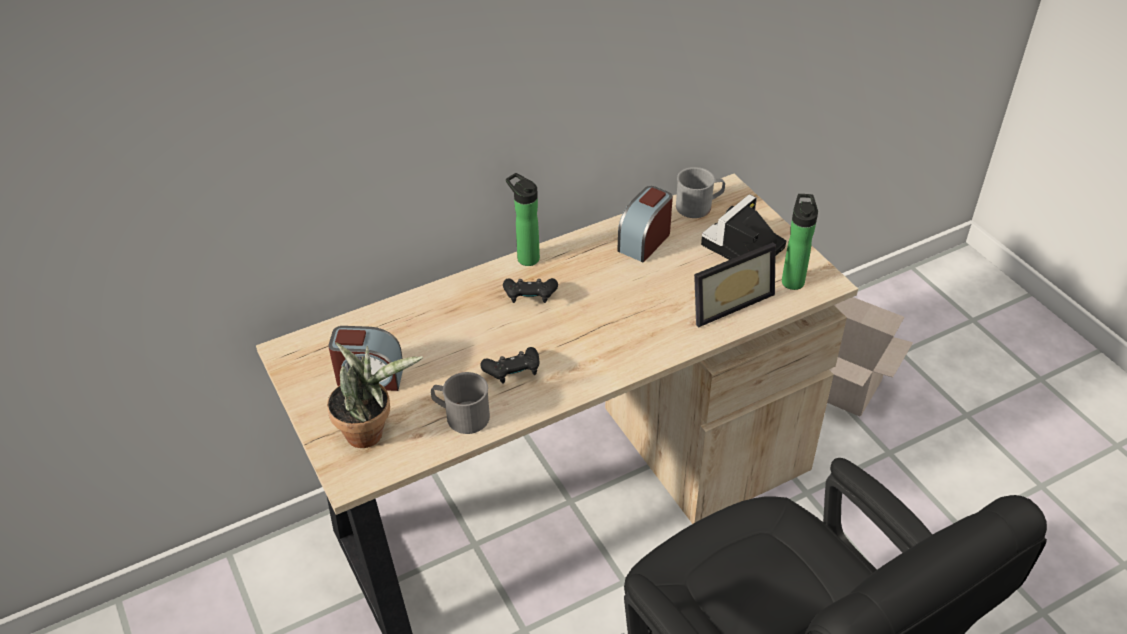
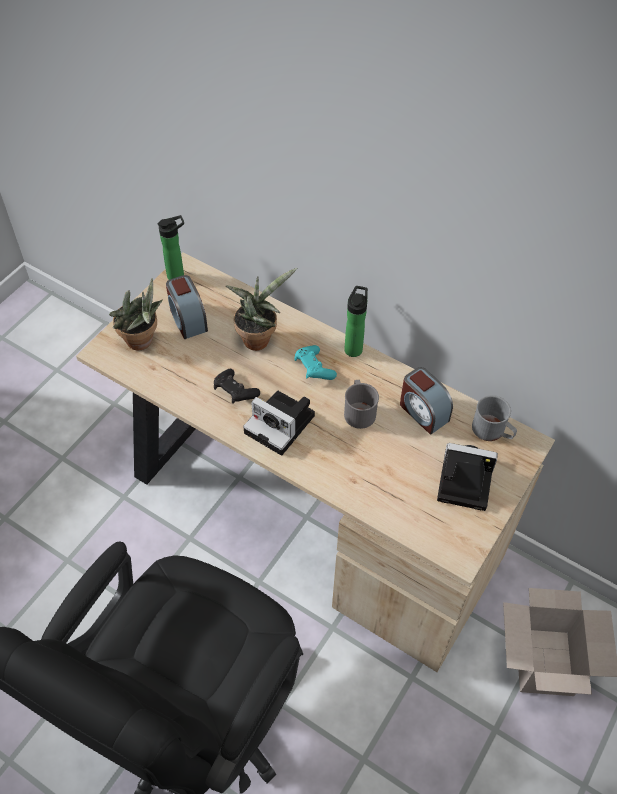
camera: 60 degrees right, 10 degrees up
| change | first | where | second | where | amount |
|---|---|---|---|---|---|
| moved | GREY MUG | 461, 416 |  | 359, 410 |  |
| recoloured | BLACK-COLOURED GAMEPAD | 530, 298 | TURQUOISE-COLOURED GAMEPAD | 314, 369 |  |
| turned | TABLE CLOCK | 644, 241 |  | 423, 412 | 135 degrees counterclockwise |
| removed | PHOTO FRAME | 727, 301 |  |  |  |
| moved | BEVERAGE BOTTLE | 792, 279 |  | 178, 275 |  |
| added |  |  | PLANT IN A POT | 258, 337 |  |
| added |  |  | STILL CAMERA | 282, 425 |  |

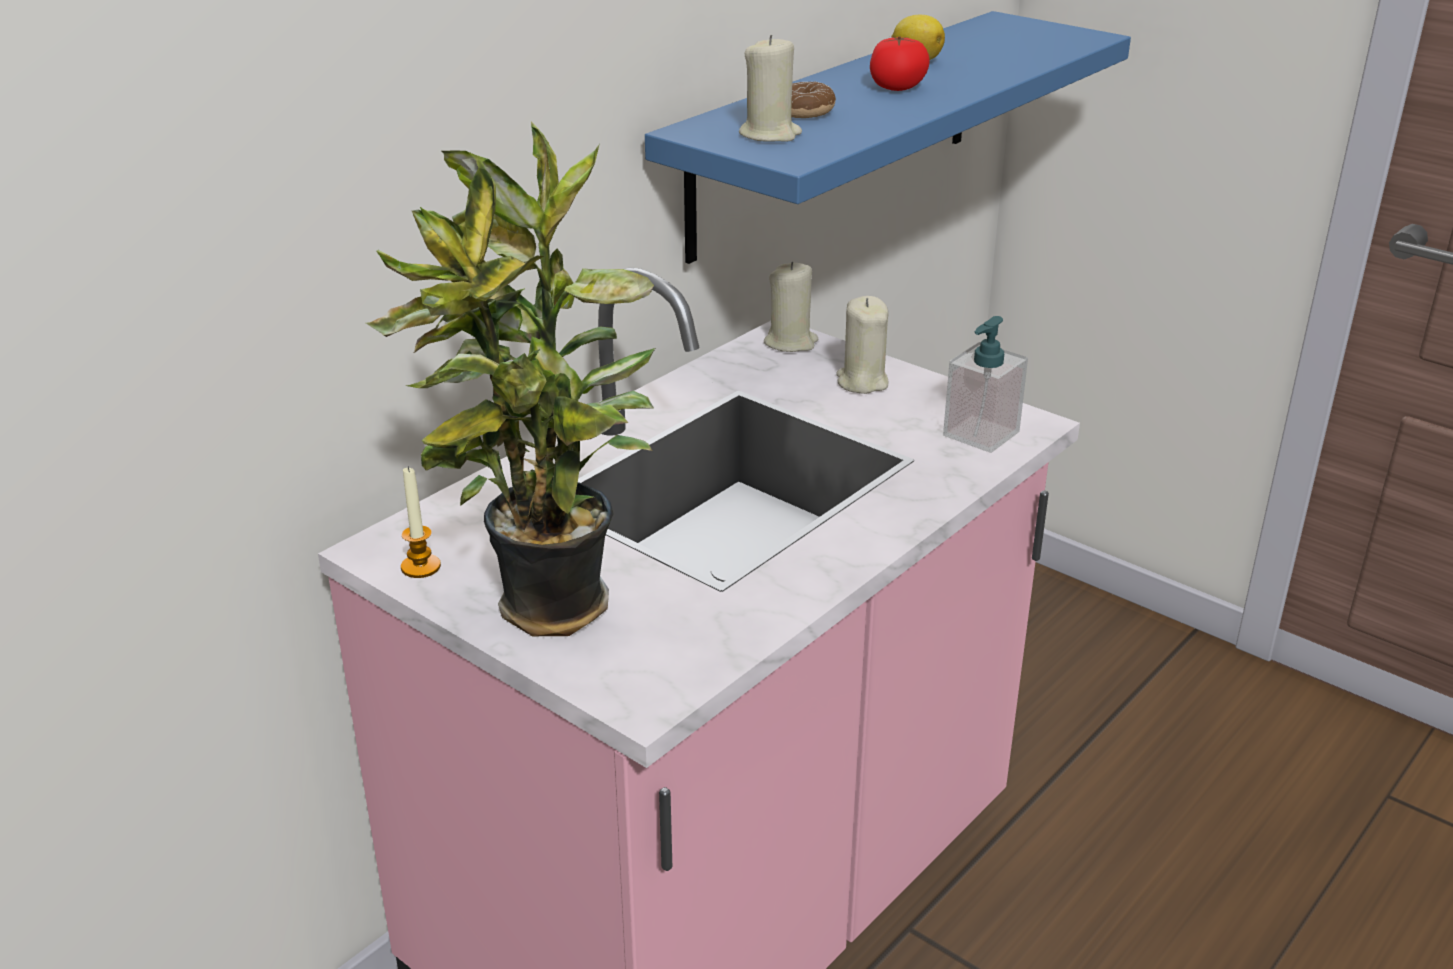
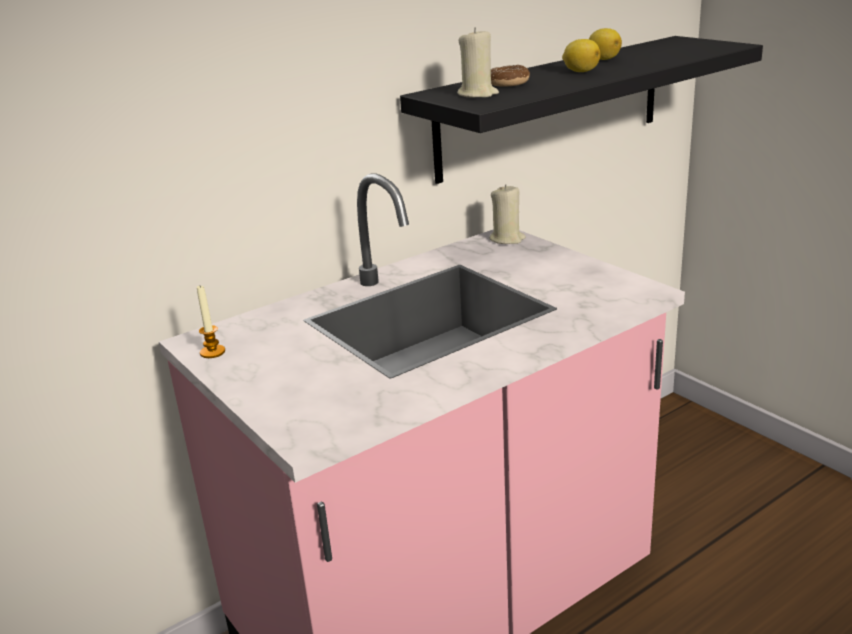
camera: 15 degrees right, 5 degrees down
| change | first | where | second | where | amount |
|---|---|---|---|---|---|
| removed | PLANT IN A POT | 547, 613 |  |  |  |
| recoloured | BLUE BRACKET SHELF | 837, 131 | BLACK-COLOURED BRACKET SHELF | 552, 106 |  |
| removed | SAND-COLOURED WAX CANDLE | 862, 382 |  |  |  |
| replaced | TOMATO | 897, 87 | CITRUS FRUIT | 580, 71 |  |
| removed | SOAP BOTTLE | 980, 434 |  |  |  |

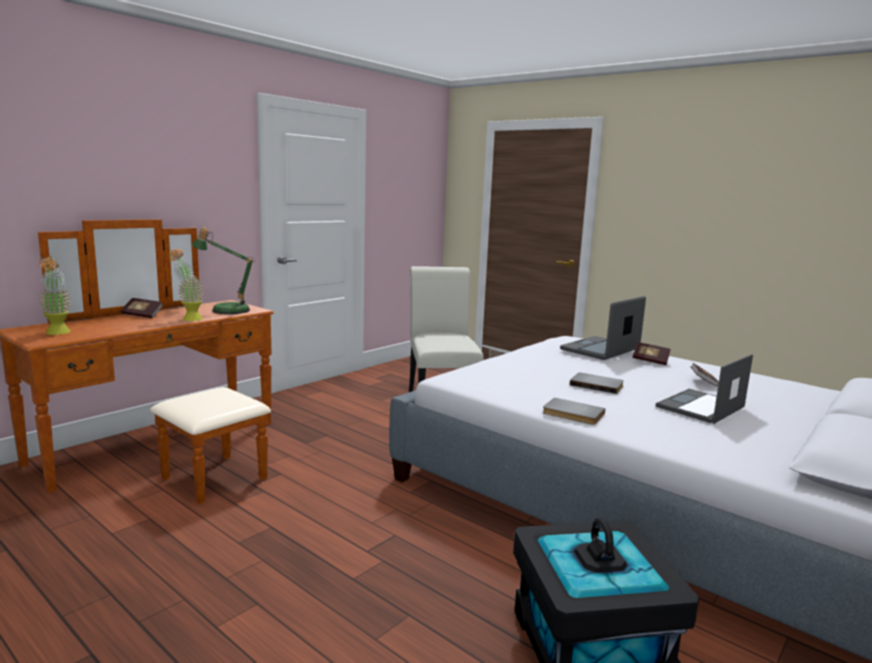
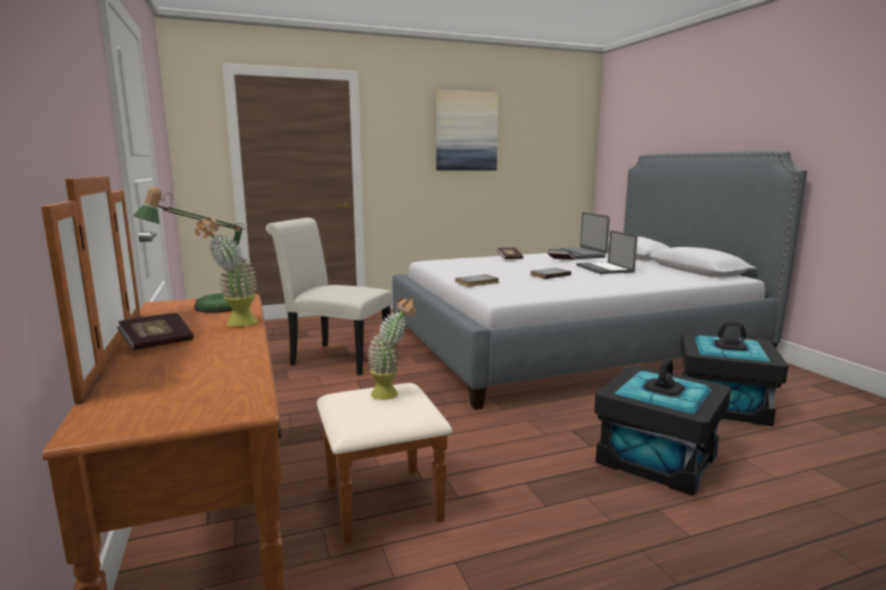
camera: 60 degrees left, 0 degrees up
| change | first | where | second | where | amount |
|---|---|---|---|---|---|
| moved | PLANT IN A POT | 58, 333 |  | 392, 394 |  |
| moved | GREY BOOK | 572, 414 |  | 478, 282 |  |
| moved | LAPTOP | 601, 350 |  | 577, 254 |  |
| added |  |  | PICTURE | 466, 131 |  |
| added |  |  | BLACK-COLOURED STORAGE BIN | 656, 458 |  |

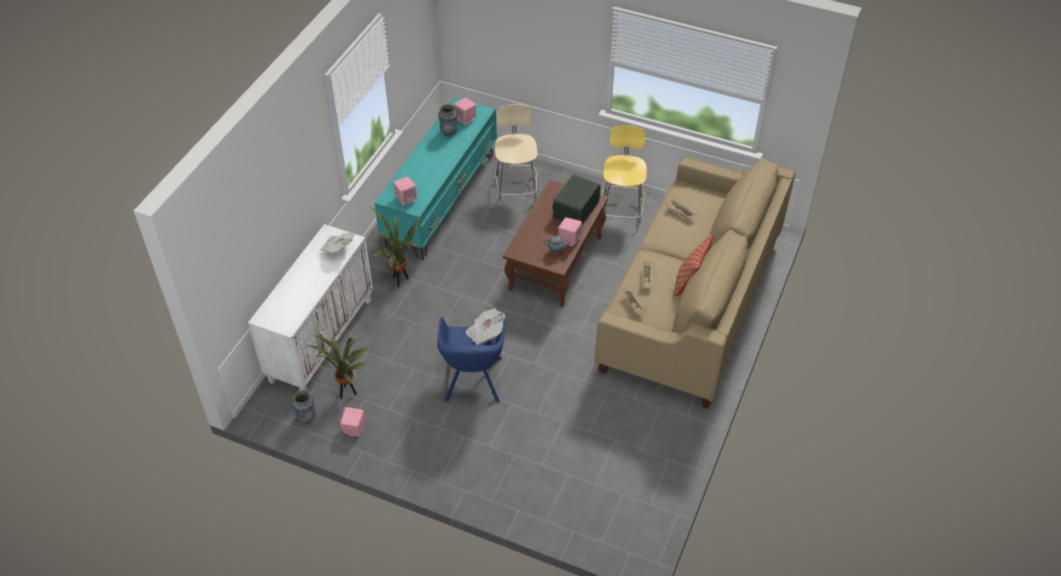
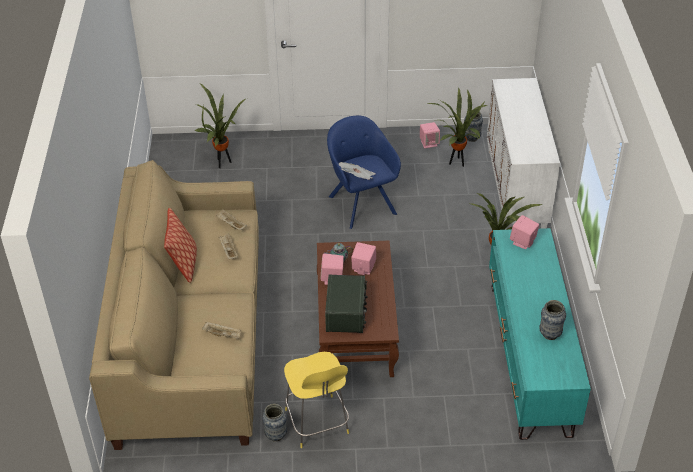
camera: 155 degrees right, 5 degrees down
| change | first | where | second | where | amount |
|---|---|---|---|---|---|
| removed | DAILY PAPER | 338, 248 |  |  |  |
| moved | PINK LOUDSPEAKER | 465, 119 |  | 363, 268 |  |
| removed | SAND-COLOURED STOOL SEAT | 516, 189 |  |  |  |
| added |  |  | PLANT IN A POT | 222, 162 |  |
| added |  |  | VASE | 276, 435 |  |

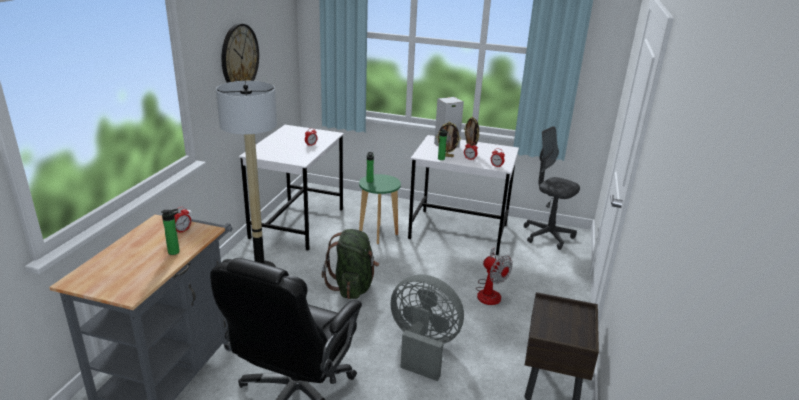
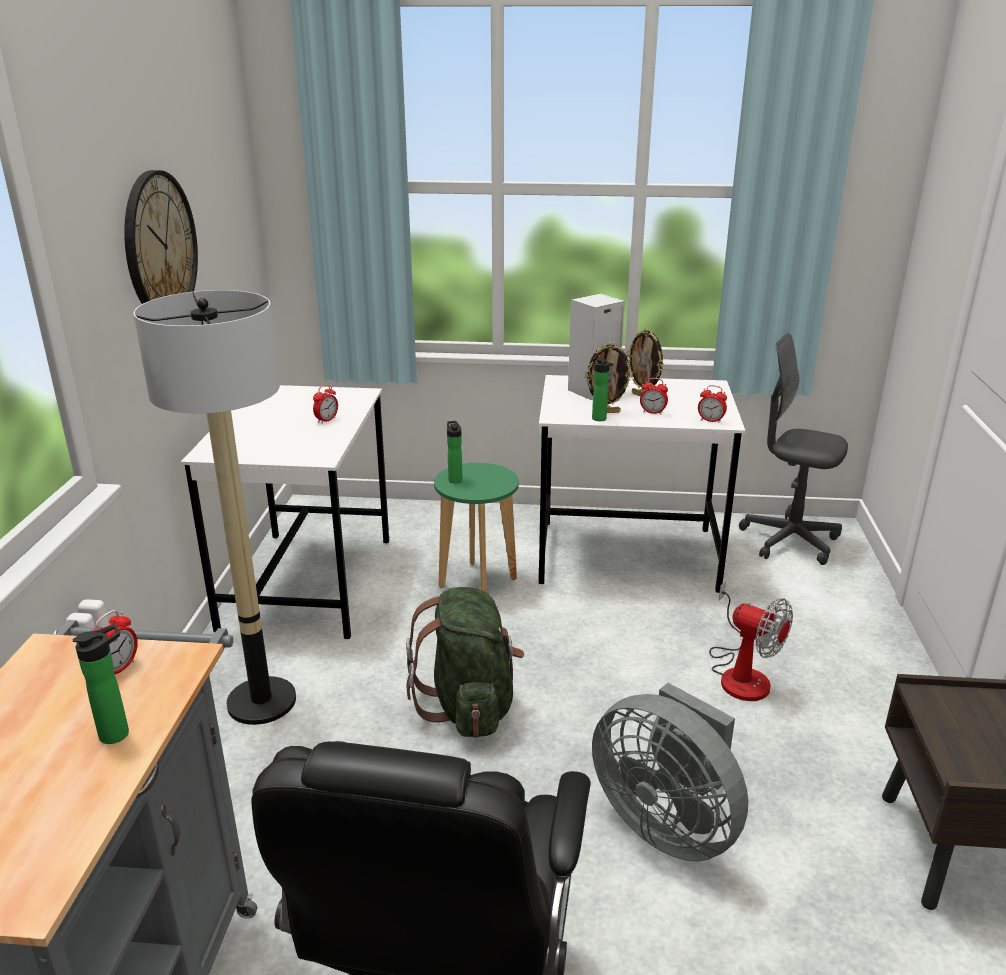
camera: 10 degrees left, 0 degrees up
| change | first | where | second | where | amount |
|---|---|---|---|---|---|
| turned | GREY FAN | 422, 347 |  | 667, 823 | 150 degrees counterclockwise |

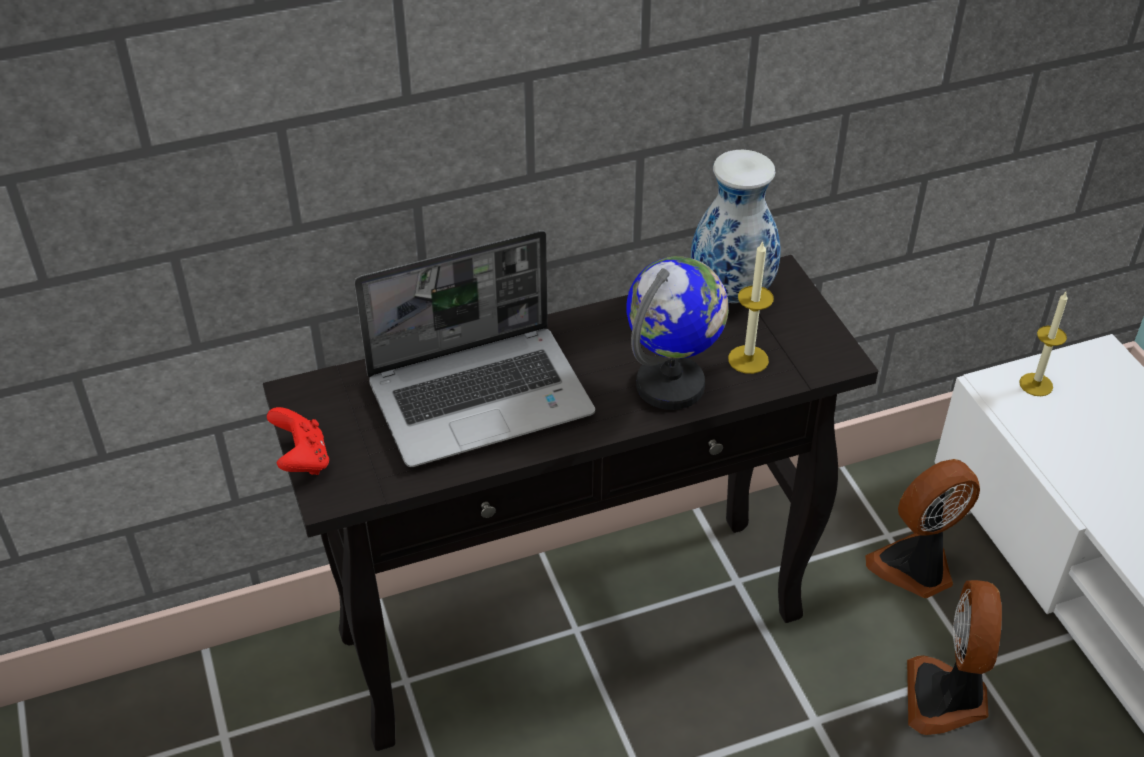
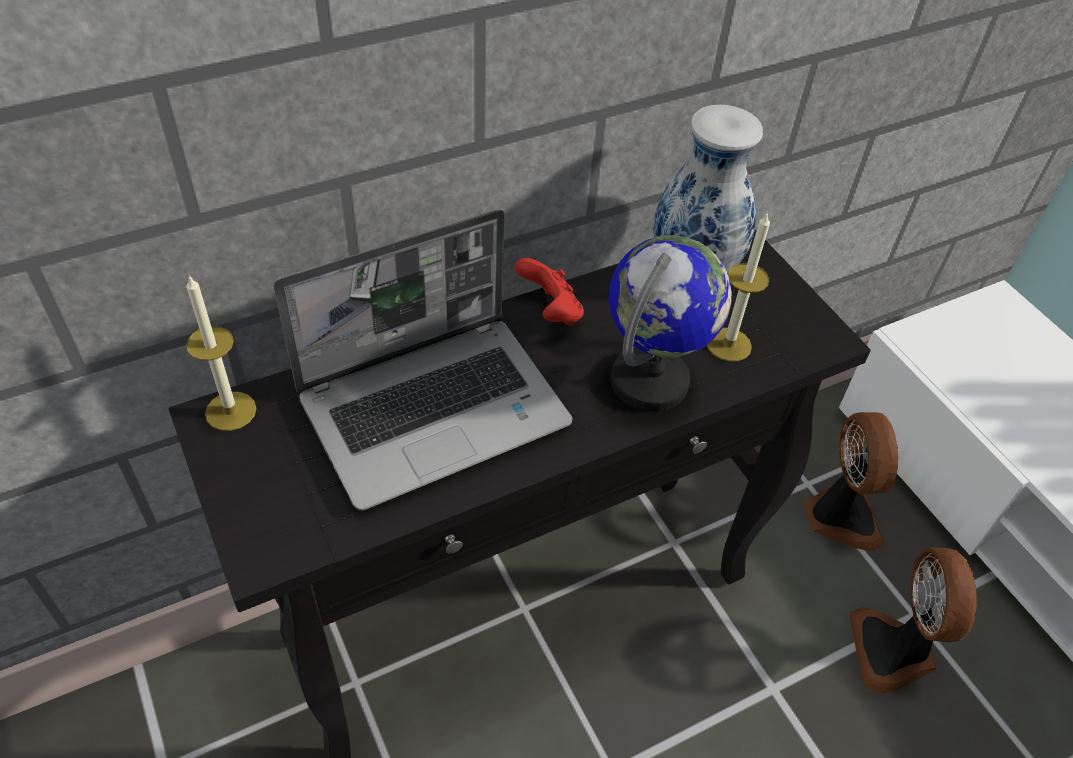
camera: 10 degrees left, 5 degrees up
| change | first | where | second | where | amount |
|---|---|---|---|---|---|
| moved | RED-COLOURED GAMEPAD | 302, 460 |  | 550, 312 |  |
| turned | FAN | 916, 568 |  | 839, 516 | 120 degrees clockwise |
| moved | WAX CANDLE | 1036, 384 |  | 230, 411 |  |

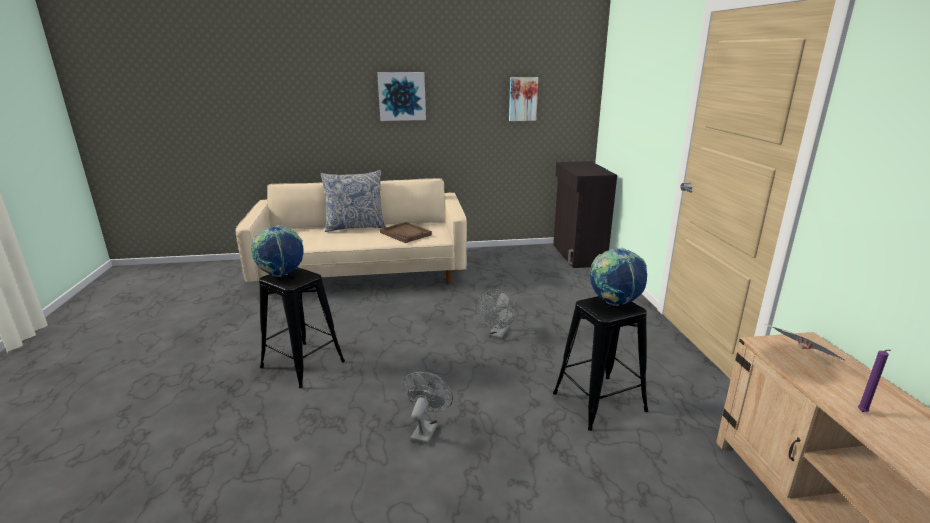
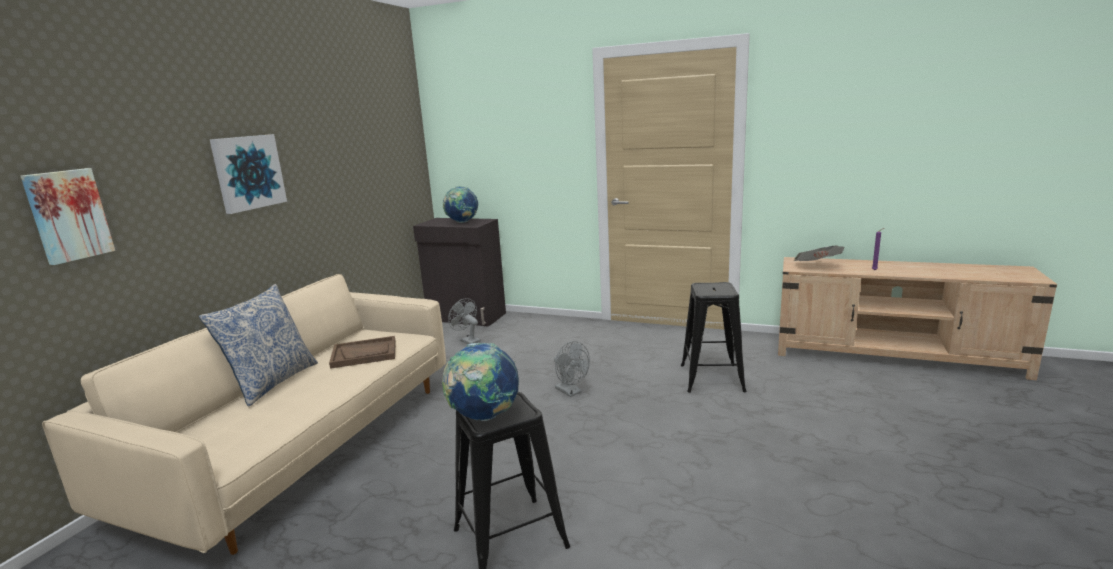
camera: 60 degrees left, 5 degrees down
| change | first | where | second | where | amount |
|---|---|---|---|---|---|
| moved | GREY FAN | 426, 429 |  | 467, 341 |  |
| moved | PICTURE | 522, 99 |  | 68, 215 |  |
| moved | DESK GLOBE | 614, 303 |  | 462, 222 |  |

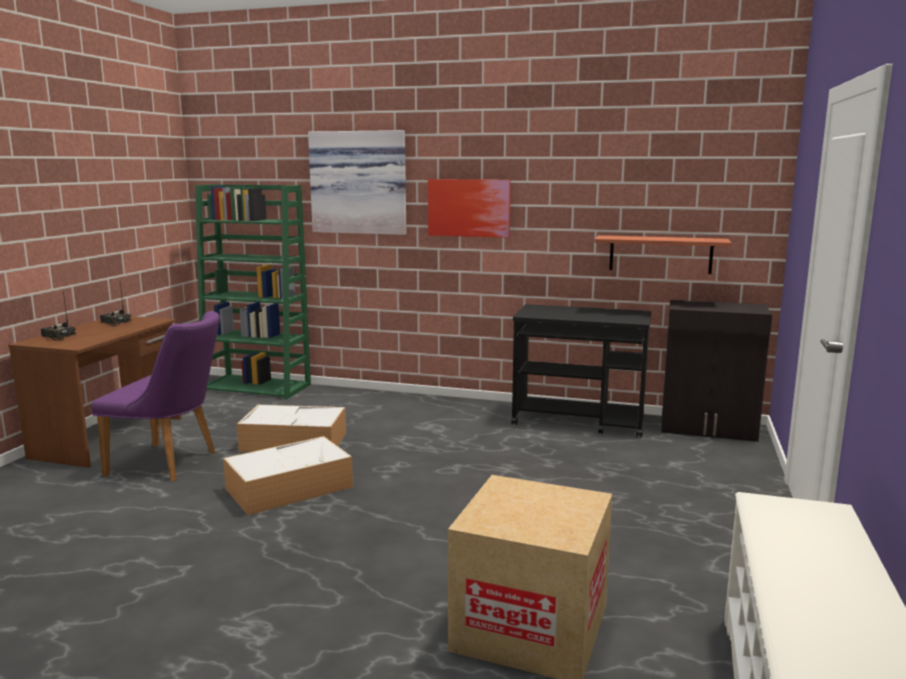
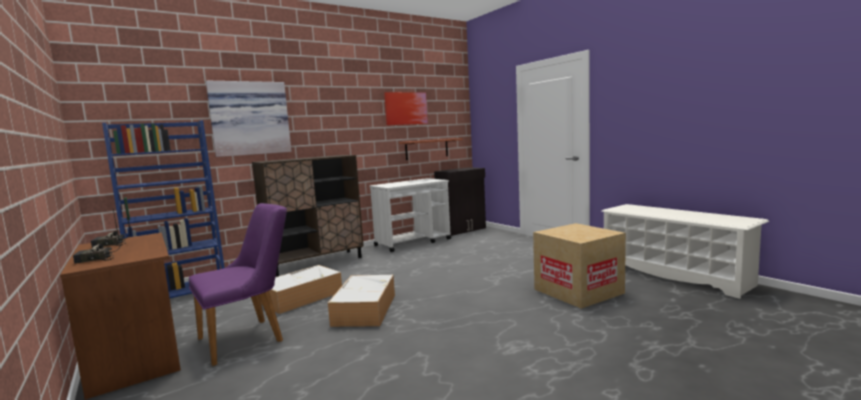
camera: 50 degrees left, 5 degrees down
| change | first | where | second | where | amount |
|---|---|---|---|---|---|
| recoloured | GREENISH BOOKSHELF | 258, 387 | BLUE BOOKSHELF | 181, 291 |  |
| moved | PICTURE | 469, 208 |  | 406, 108 |  |
| recoloured | BLACK-COLOURED CART | 579, 420 | WHITE-COLOURED CART | 413, 242 |  |
| added |  |  | BROWN-COLOURED STORAGE CABINET | 316, 263 |  |

